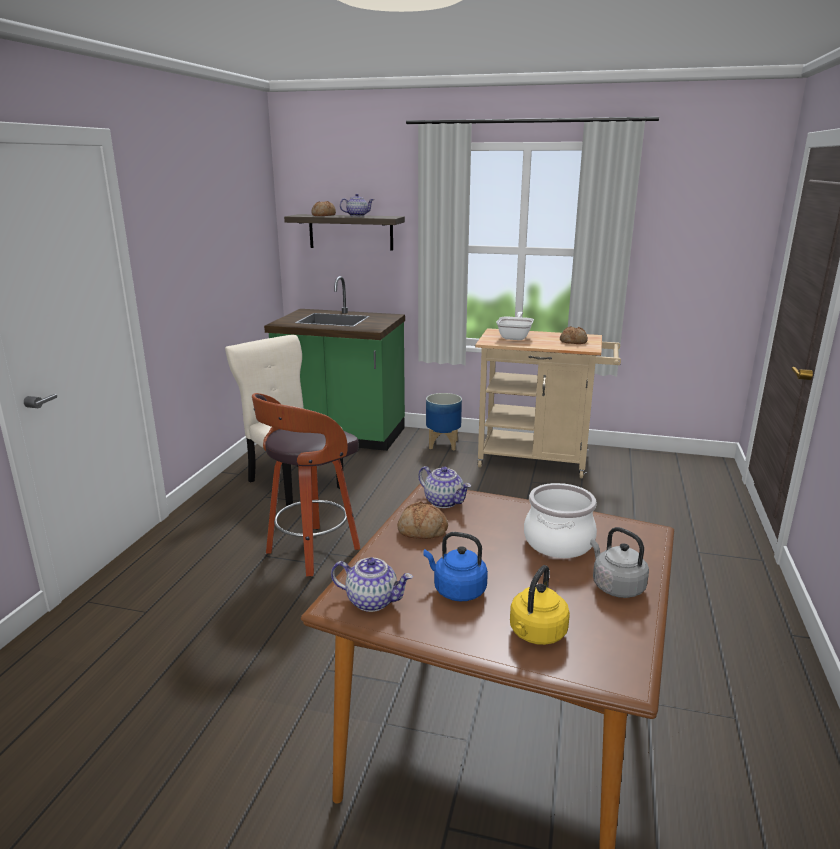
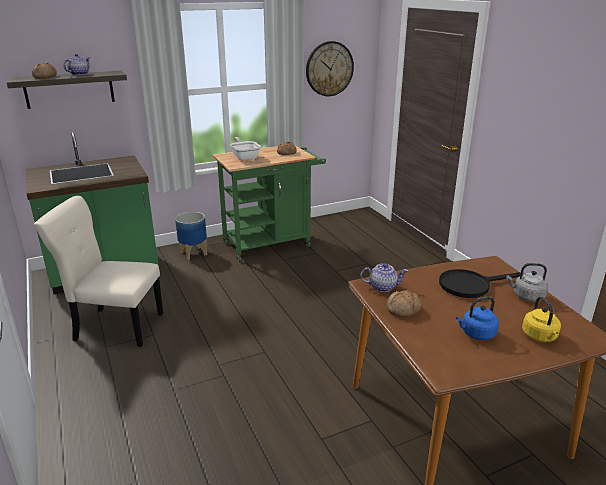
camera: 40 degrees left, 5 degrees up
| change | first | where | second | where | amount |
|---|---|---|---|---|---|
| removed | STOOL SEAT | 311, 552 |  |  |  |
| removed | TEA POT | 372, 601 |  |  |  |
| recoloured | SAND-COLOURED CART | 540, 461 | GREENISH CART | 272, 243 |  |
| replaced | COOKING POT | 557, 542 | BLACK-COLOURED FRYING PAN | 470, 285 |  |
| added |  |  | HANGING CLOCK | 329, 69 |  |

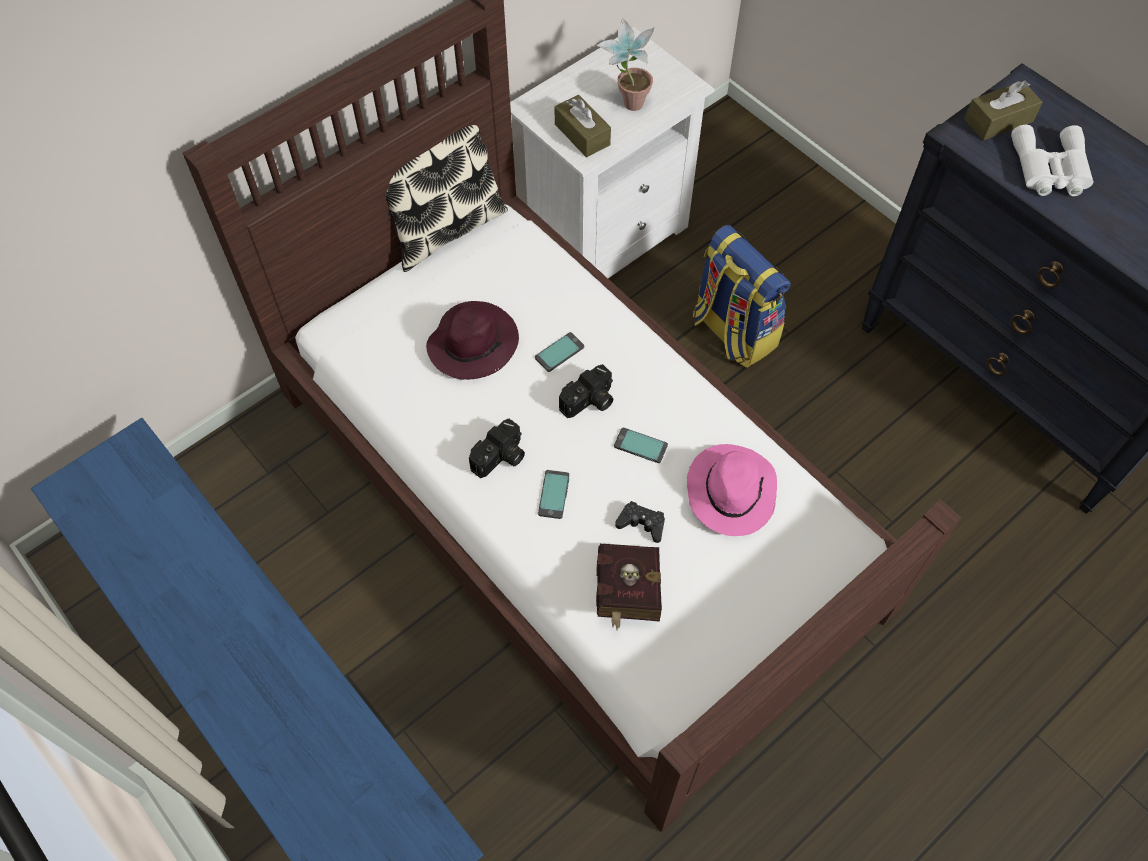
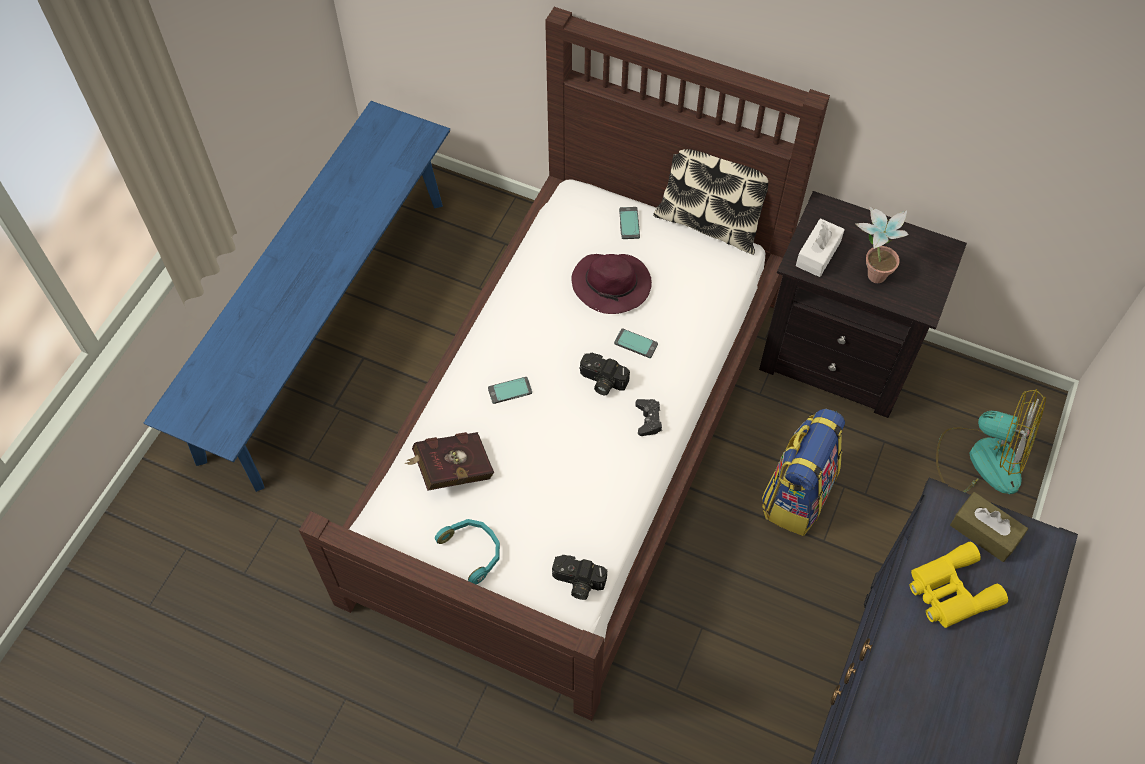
camera: 65 degrees right, 0 degrees up
| change | first | where | second | where | amount |
|---|---|---|---|---|---|
| moved | STILL CAMERA | 500, 458 |  | 577, 583 |  |
| recoloured | WHITE-COLOURED NIGHT TABLE | 604, 234 | BLACK-COLOURED NIGHT TABLE | 838, 358 |  |
| recoloured | BROWN-COLOURED TISSUE HOLDER | 582, 134 | WHITE-COLOURED TISSUE HOLDER | 818, 254 |  |
| moved | PHONE | 640, 446 |  | 629, 223 |  |
| moved | BLACK-COLOURED GAMEPAD | 641, 524 |  | 648, 419 |  |
| removed | PINK WEARABLE HAT | 730, 491 |  |  |  |
| recoloured | WHITE-COLOURED BINOCULARS | 1049, 169 | YELLOW BINOCULARS | 950, 591 |  |
| added |  |  | TURQUOISE-COLOURED HEADSET | 473, 551 |  |
| added |  |  | FAN | 981, 459 |  |

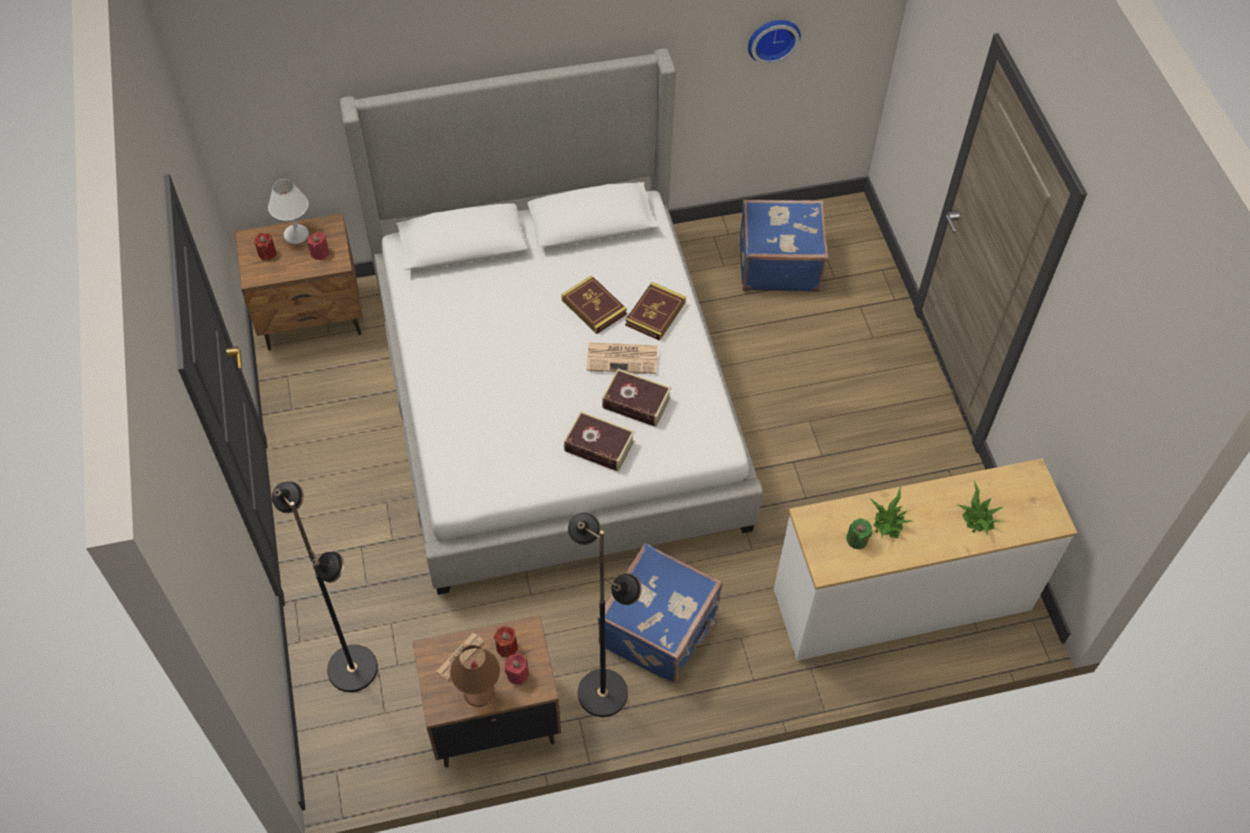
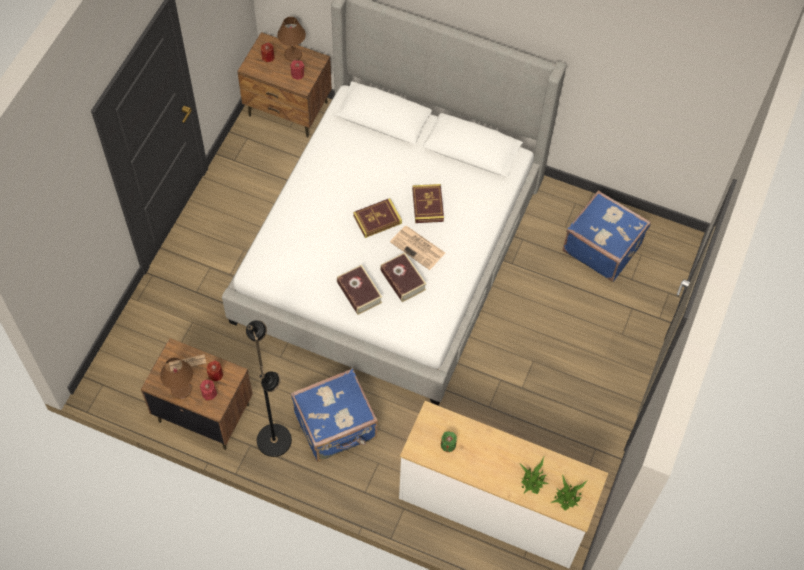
camera: 35 degrees right, 5 degrees up
| change | first | where | second | where | amount |
|---|---|---|---|---|---|
| recoloured | WHITE-COLOURED TABLE LAMP | 297, 235 | BROWN-COLOURED TABLE LAMP | 293, 55 |  |
| removed | BLACK-COLOURED STANDING LAMP | 353, 668 |  |  |  |
| moved | BOOK | 655, 313 |  | 377, 219 |  |
| removed | HANGING CLOCK | 772, 38 |  |  |  |
| moved | PLANT IN A POT | 889, 522 |  | 568, 497 |  |

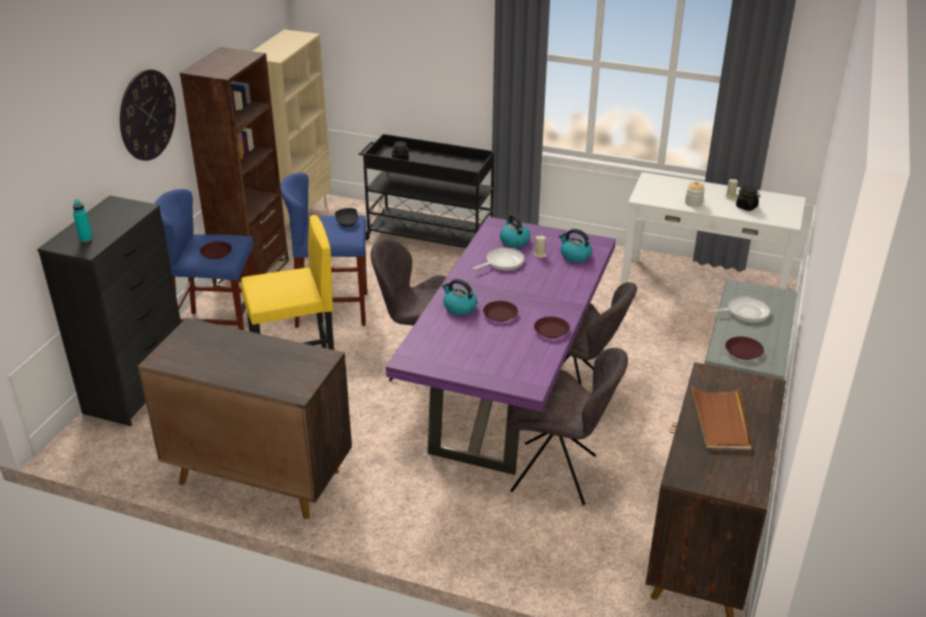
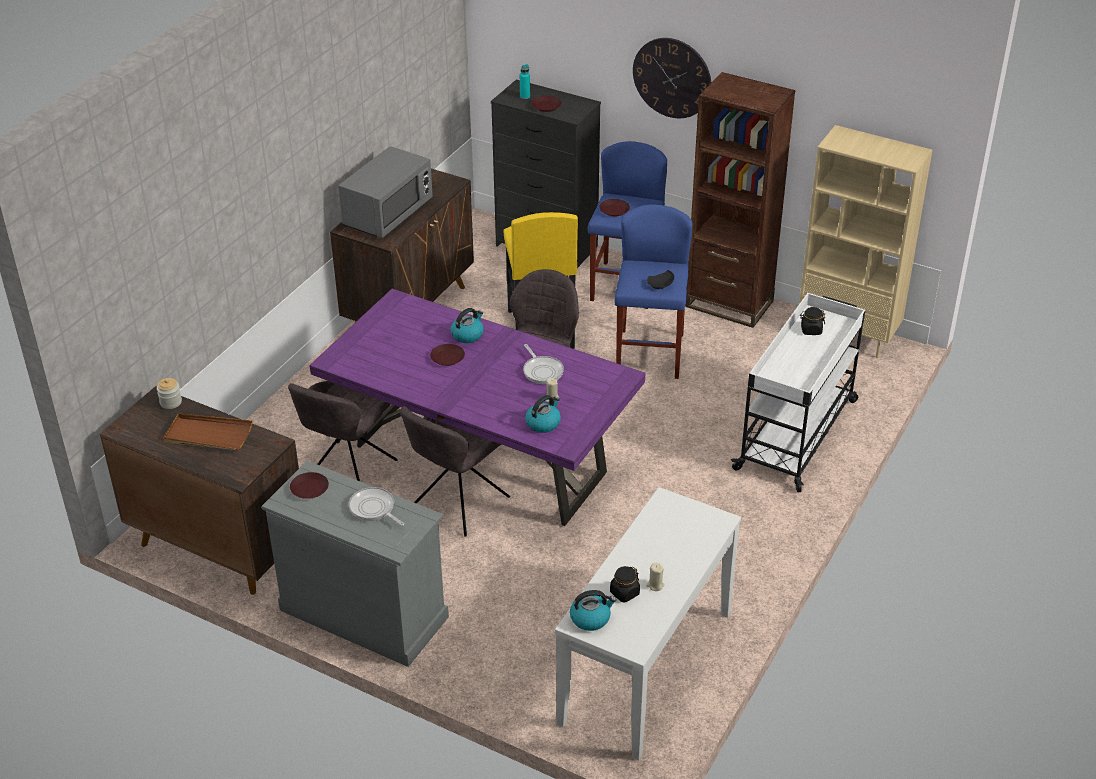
camera: 100 degrees right, 5 degrees up
| change | first | where | second | where | amount |
|---|---|---|---|---|---|
| recoloured | BLACK-COLOURED CART | 428, 238 | WHITE-COLOURED CART | 797, 433 |  |
| moved | WATER KETTLE | 514, 241 |  | 591, 618 |  |
| moved | BROWN-COLOURED PLATE | 551, 330 |  | 546, 106 |  |
| moved | STORAGE JAR | 693, 203 |  | 171, 402 |  |
| turned | FRYING PAN | 745, 312 |  | 374, 509 | 135 degrees clockwise |
| added |  |  | GREY MICROWAVE OVEN | 388, 214 |  |

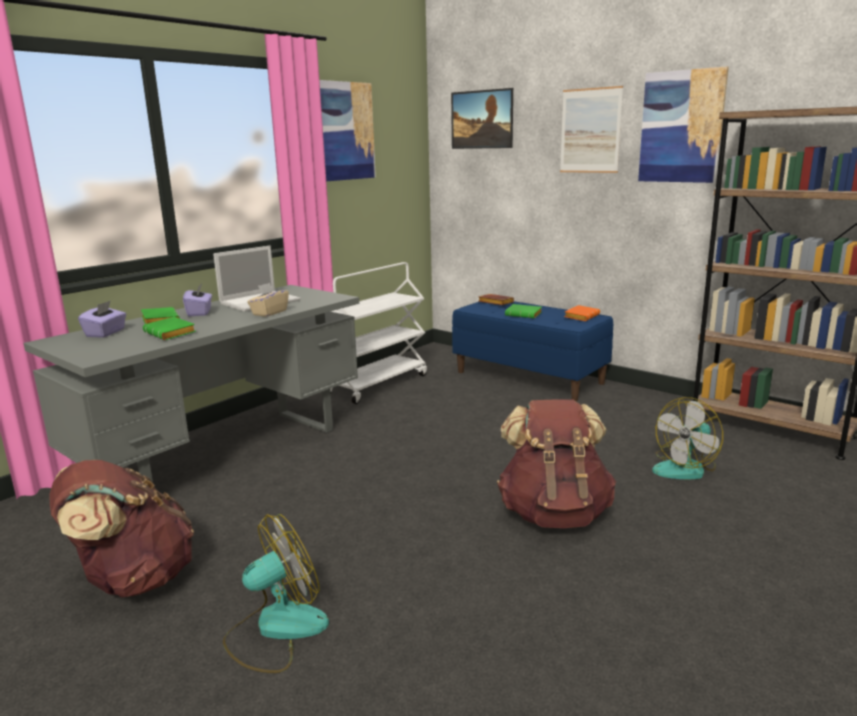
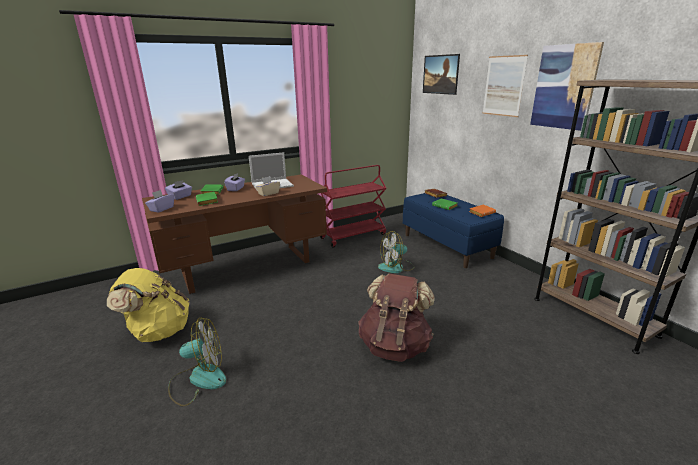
camera: 20 degrees right, 5 degrees up
| change | first | where | second | where | amount |
|---|---|---|---|---|---|
| recoloured | GREY DESK UNIT | 226, 455 | BROWN-COLOURED DESK UNIT | 247, 267 |  |
| recoloured | BROWN-COLOURED KNAPSACK | 133, 579 | YELLOW KNAPSACK | 158, 331 |  |
| removed | PICTURE | 346, 131 |  |  |  |
| recoloured | WHITE-COLOURED CART | 377, 384 | RED-COLOURED CART | 353, 236 |  |
| moved | FAN | 685, 468 |  | 396, 267 |  |
| added |  |  | PURPLE TISSUE HOLDER | 161, 209 |  |

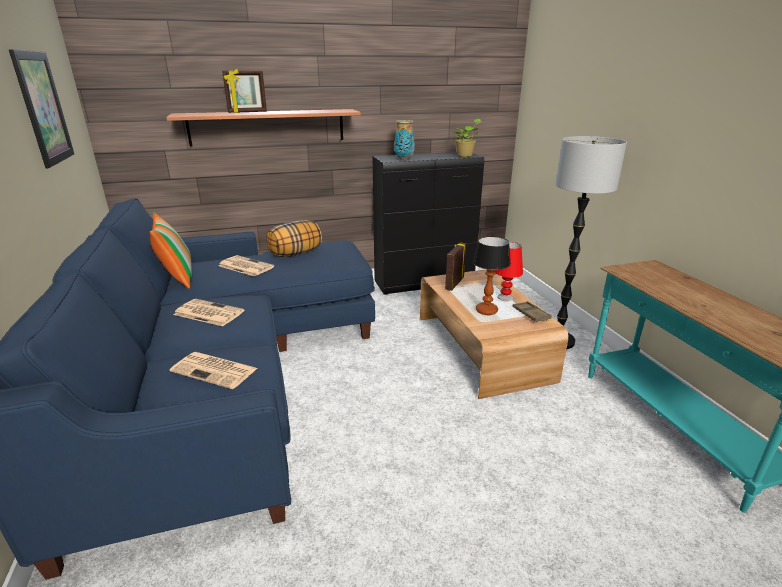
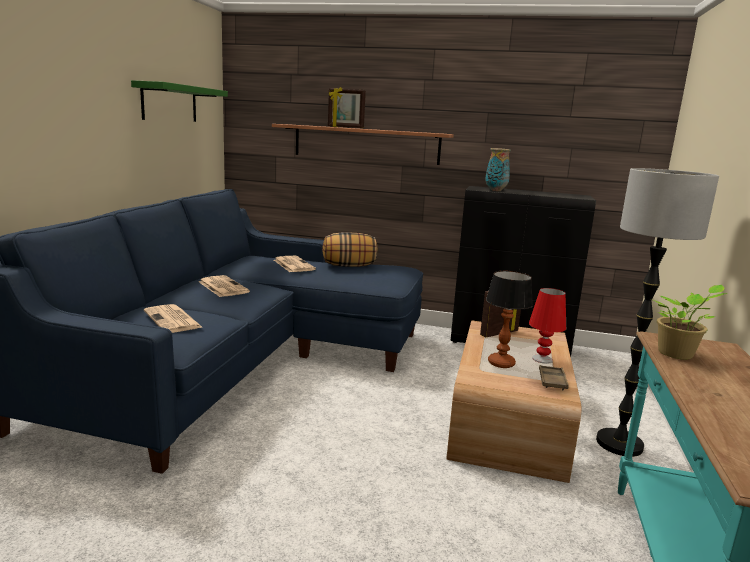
camera: 30 degrees right, 10 degrees down
| change | first | where | second | where | amount |
|---|---|---|---|---|---|
| replaced | PICTURE | 43, 108 | GREENISH BRACKET SHELF | 169, 103 |  |
| removed | CUSHION | 177, 277 |  |  |  |
| moved | PLANT IN A POT | 465, 155 |  | 678, 354 |  |

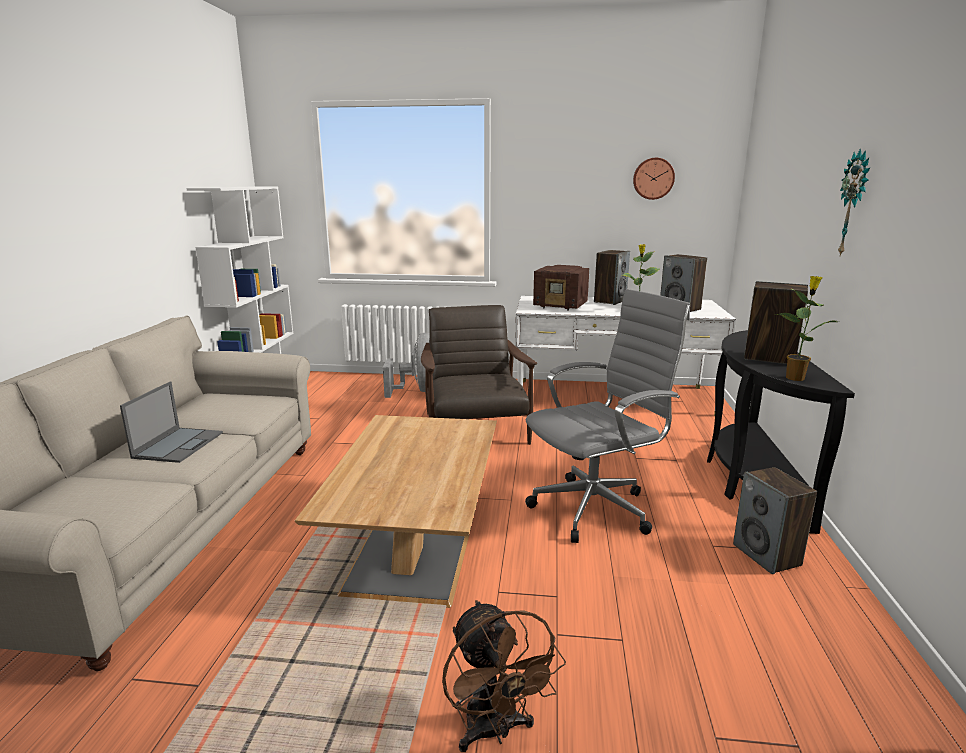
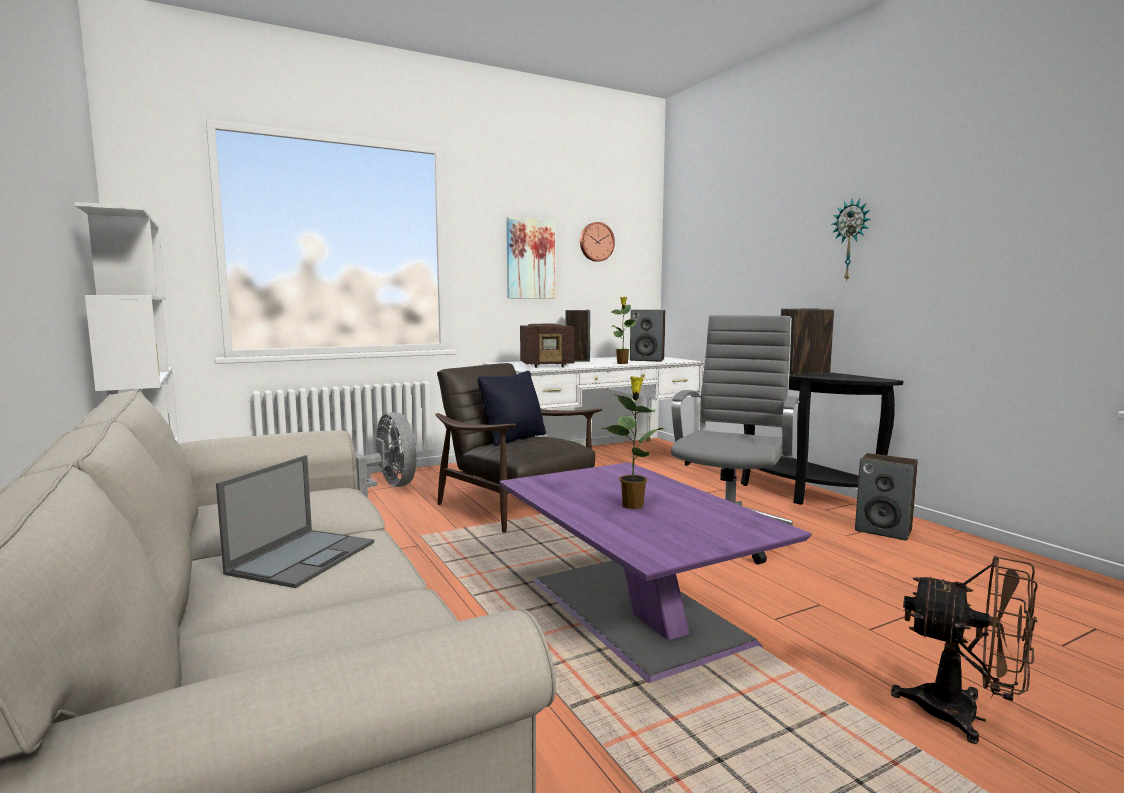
camera: 35 degrees left, 10 degrees down
| change | first | where | second | where | amount |
|---|---|---|---|---|---|
| turned | LAPTOP | 179, 444 |  | 303, 557 | 45 degrees clockwise |
| recoloured | BROWN-COLOURED LOUNGE TABLE | 415, 541 | PURPLE LOUNGE TABLE | 631, 608 |  |
| moved | PLANT IN A POT | 795, 378 |  | 633, 505 |  |
| added |  |  | BLACK-COLOURED CUSHION | 514, 439 |  |
| added |  |  | PICTURE | 530, 259 |  |

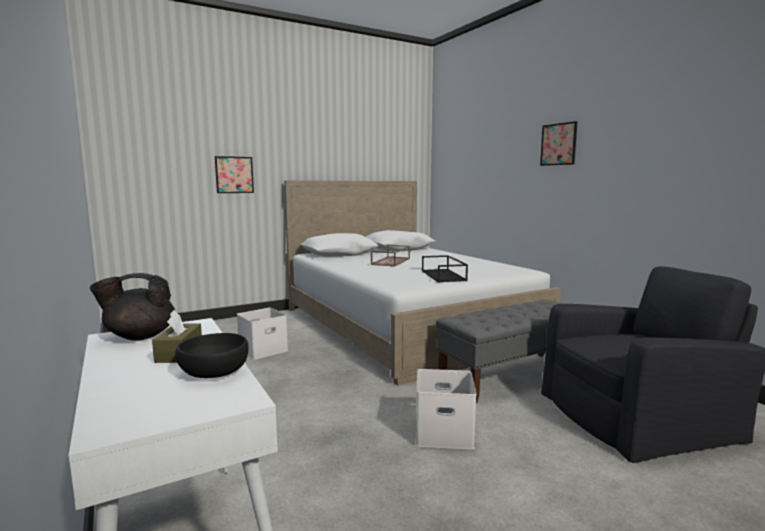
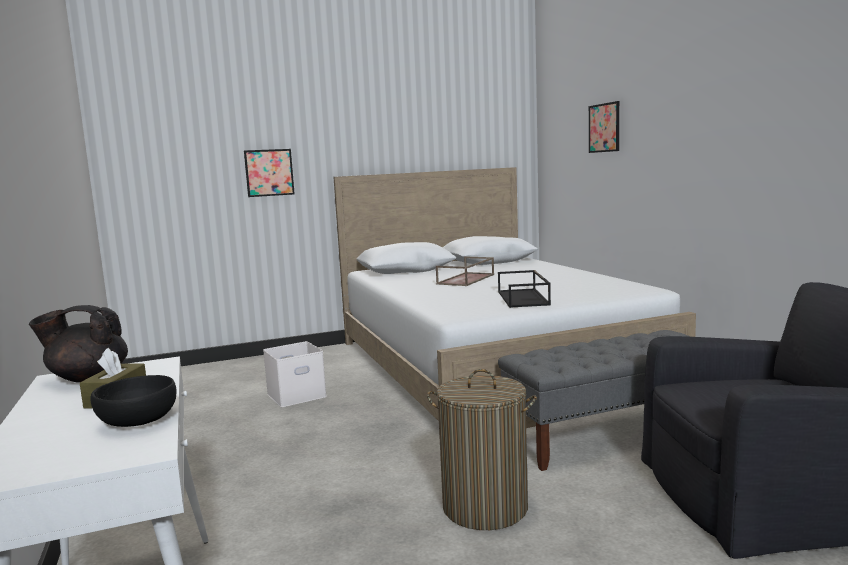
camera: 10 degrees right, 0 degrees up
| change | first | where | second | where | amount |
|---|---|---|---|---|---|
| replaced | WHITE-COLOURED STORAGE BIN | 442, 433 | WASHING BASKET | 484, 507 |  |
| moved | PICTURE | 558, 144 |  | 604, 128 |  |

